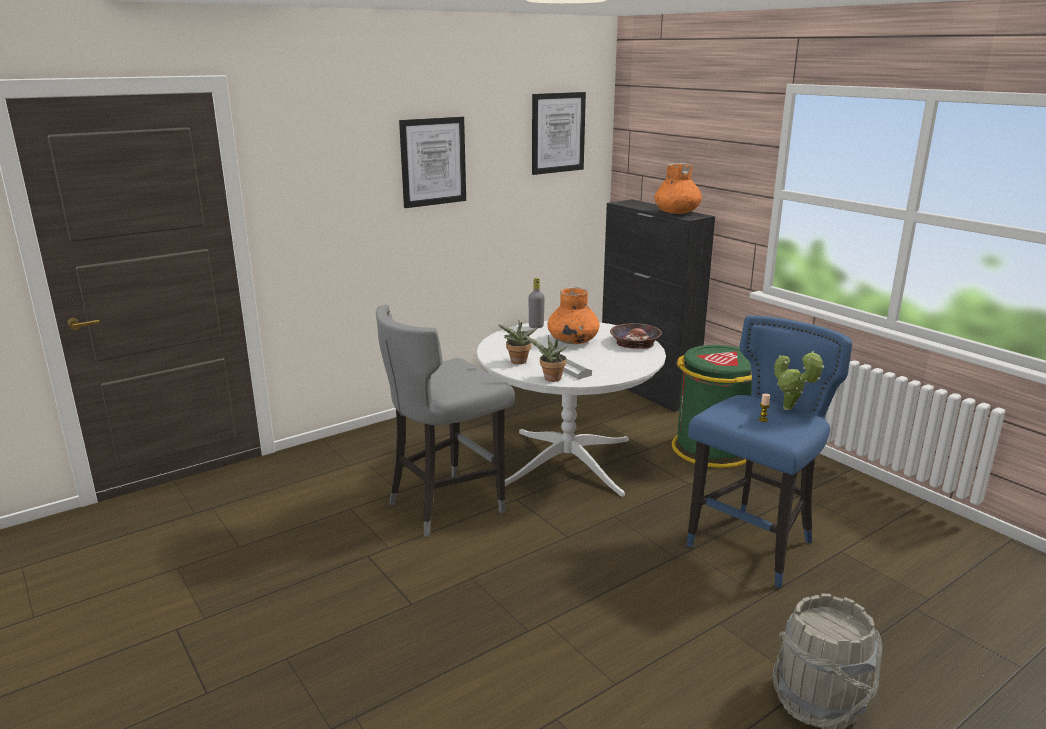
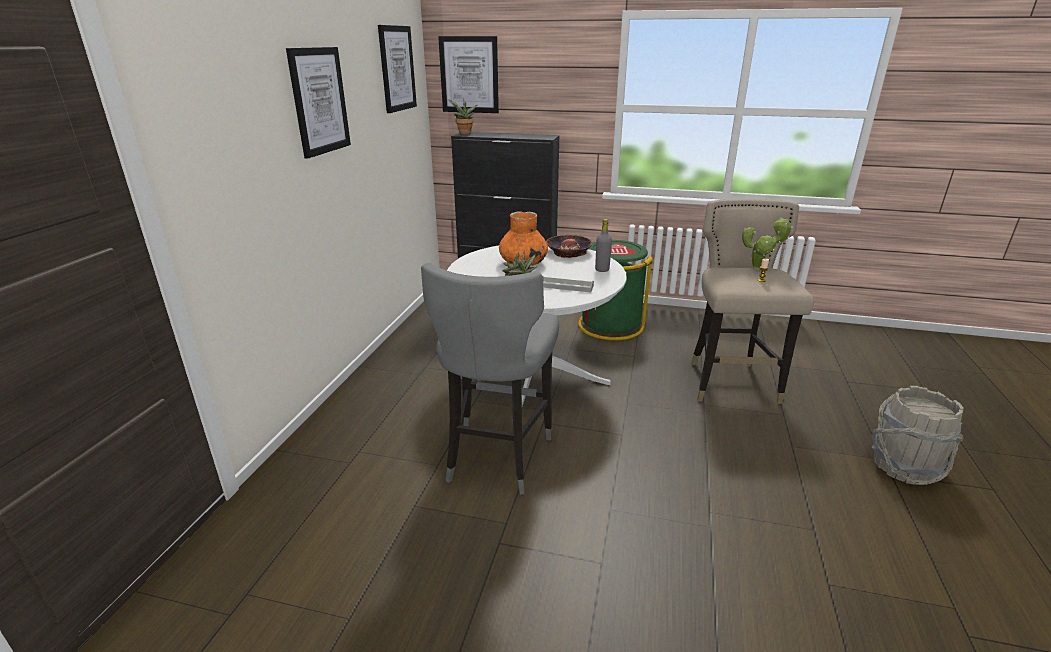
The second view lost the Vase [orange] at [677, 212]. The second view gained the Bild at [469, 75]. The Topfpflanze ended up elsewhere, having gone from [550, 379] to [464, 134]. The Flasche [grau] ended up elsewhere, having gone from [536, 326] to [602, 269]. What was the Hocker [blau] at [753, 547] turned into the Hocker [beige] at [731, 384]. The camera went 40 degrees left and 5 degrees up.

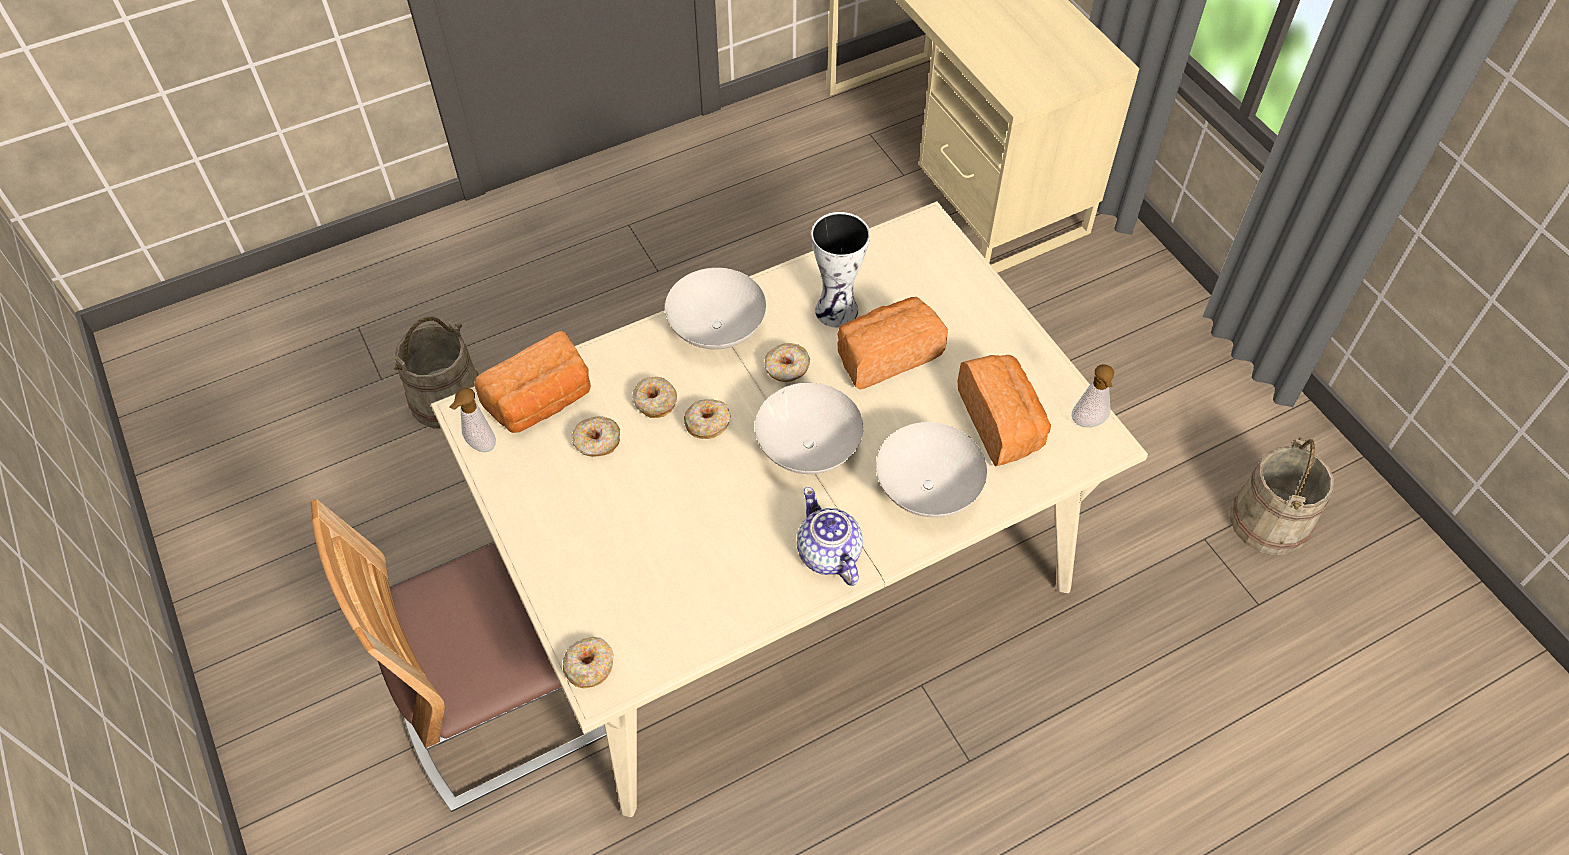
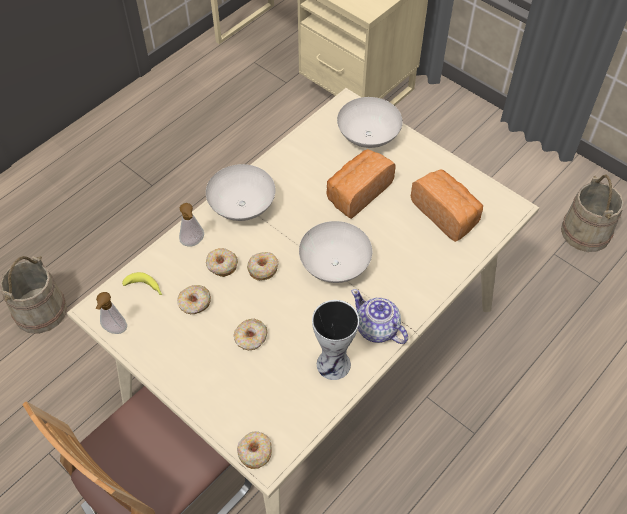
The Donut ended up elsewhere, having gone from [787, 368] to [251, 338]. The Vase ended up elsewhere, having gone from [838, 311] to [335, 364]. The Schüssel [weiß] ended up elsewhere, having gone from [926, 490] to [367, 137]. The Seifenspender ended up elsewhere, having gone from [1088, 424] to [193, 243]. Where the Brot stood at [542, 402], the Banane came to stand at [145, 288]. The camera went 20 degrees left and 0 degrees up.

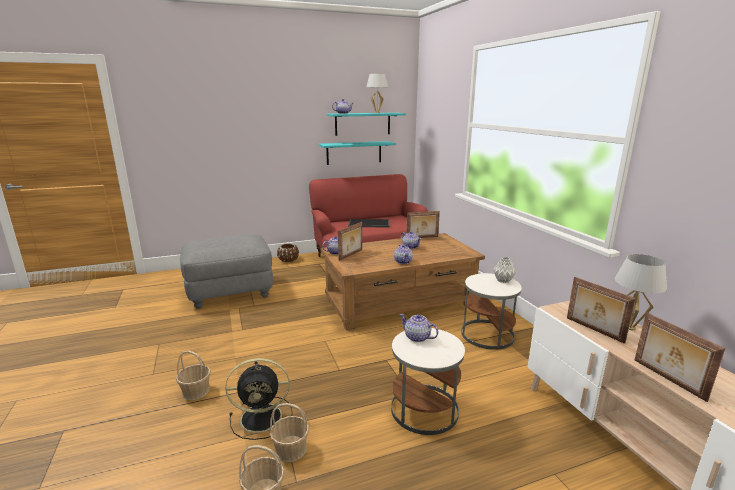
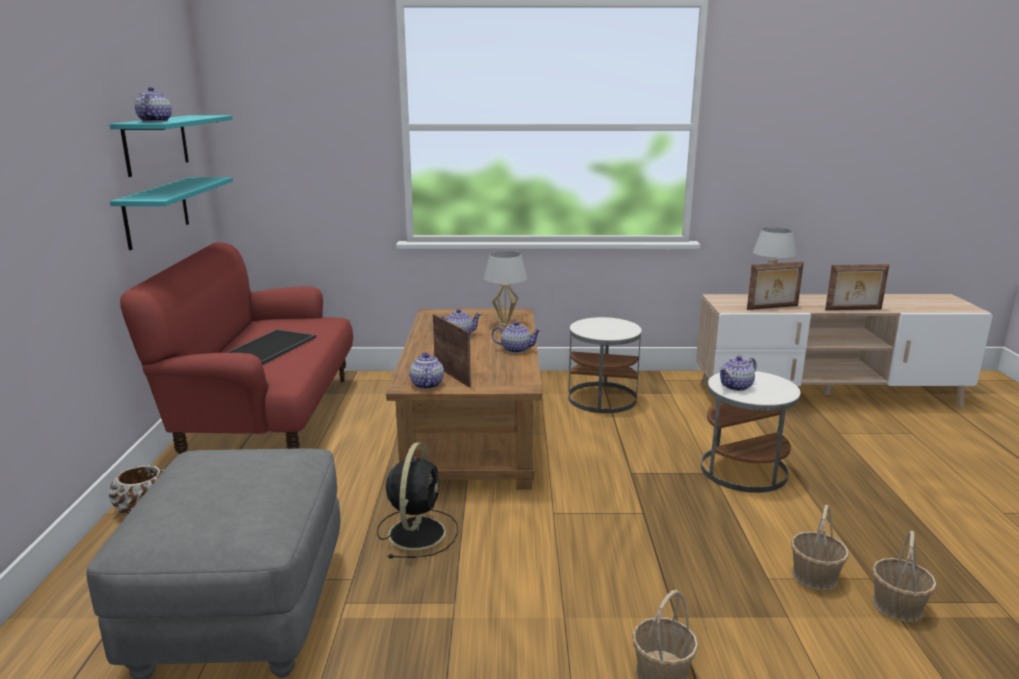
The second view lost the Bilderrahmen at [422, 238]. The second view lost the Vase [grau] at [503, 280]. The Ventilator [schwarz] ended up elsewhere, having gone from [263, 417] to [417, 532]. The Tischlampe [weiß] ended up elsewhere, having gone from [377, 113] to [505, 324]. The camera went 70 degrees left and 0 degrees up.

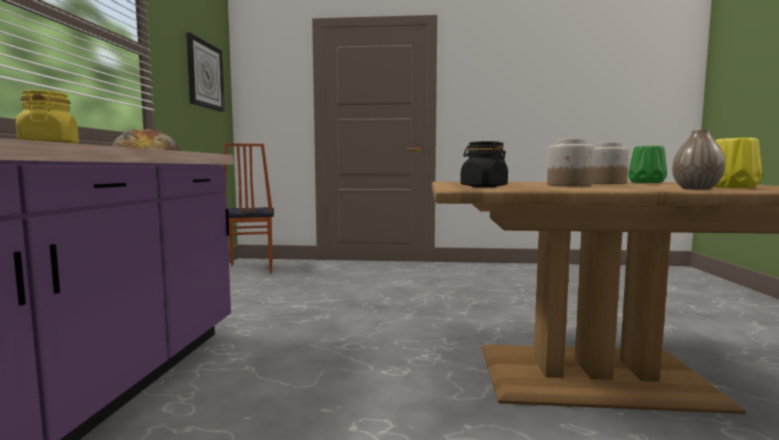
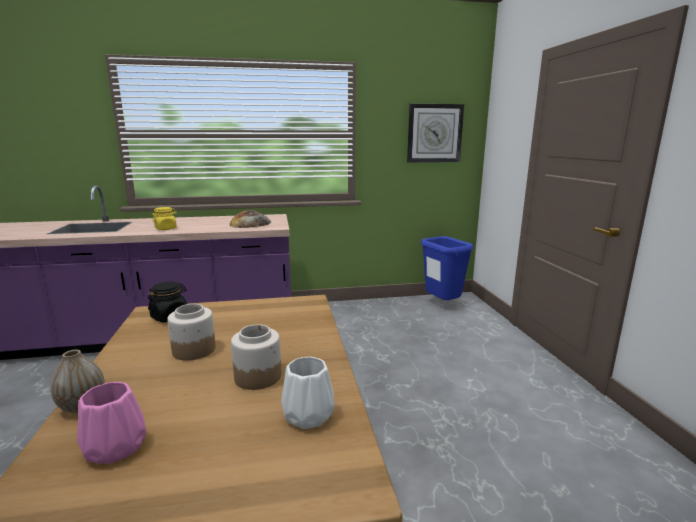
Where the Stuhl stood at [249, 269], the Mülleimer [blau] came to stand at [442, 304]. What was the Vase [grün] at [645, 182] turned into the Vase [weiß] at [309, 415]. What was the Vase [gelb] at [730, 187] turned into the Vase [rosa] at [117, 447]. The camera went 75 degrees right and 10 degrees up.

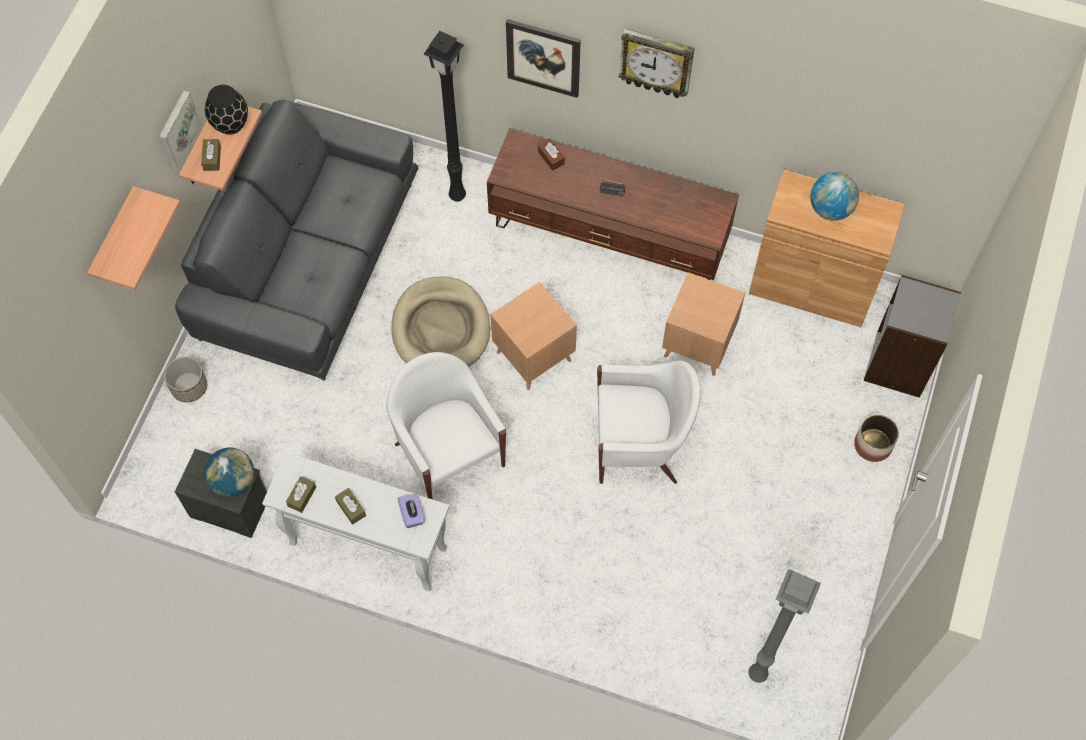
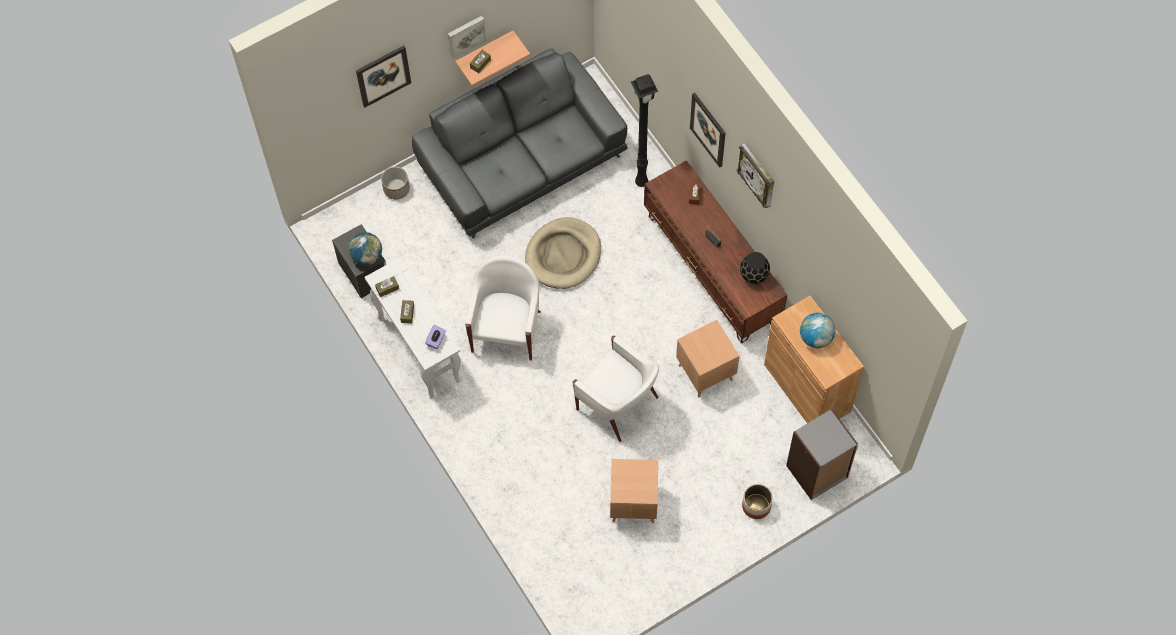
The second view lost the Stehlampe [grau] at [758, 675]. The Vase [schwarz] ended up elsewhere, having gone from [230, 124] to [753, 276]. The Beistelltisch [braun] ended up elsewhere, having gone from [533, 356] to [633, 503]. Where the Wandregal hung at [115, 239], the Bild came to hang at [383, 75]. The camera went 40 degrees right and 0 degrees up.

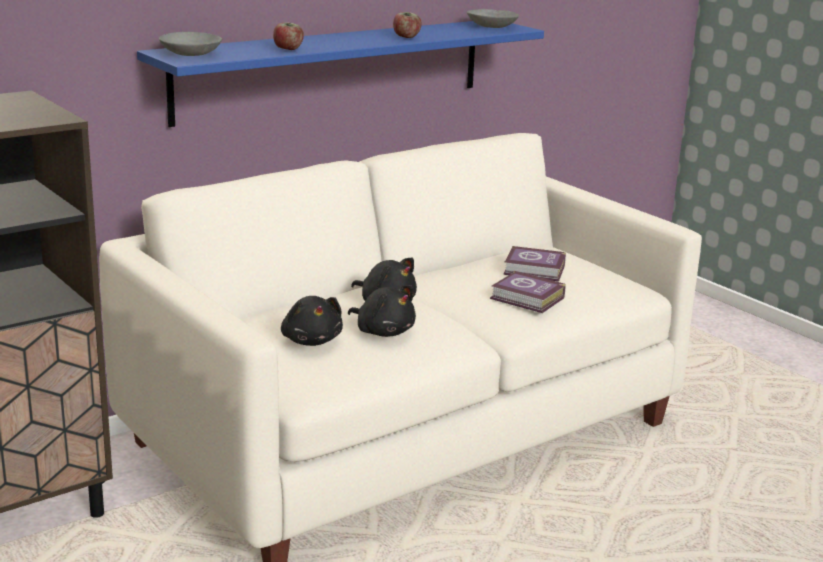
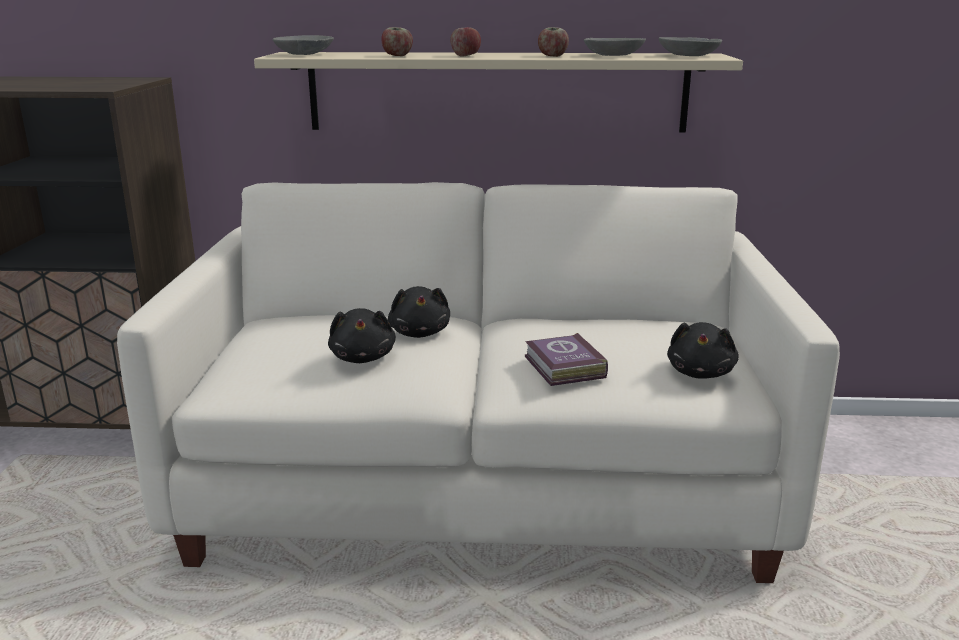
The second view lost the Buch at [535, 270]. The second view gained the Apfel at [466, 56]. The second view gained the Schüssel [grau] at [612, 55]. The Plüschtier [schwarz] ended up elsewhere, having gone from [311, 340] to [700, 373]. What was the Wandregal [blau] at [333, 69] turned into the Wandregal [beige] at [497, 92]. The camera went 40 degrees right and 0 degrees up.

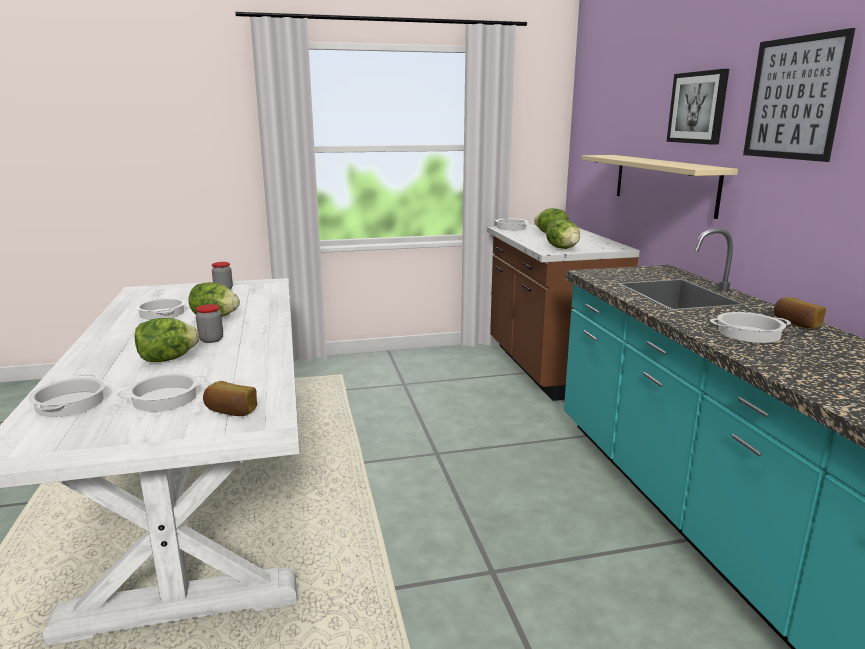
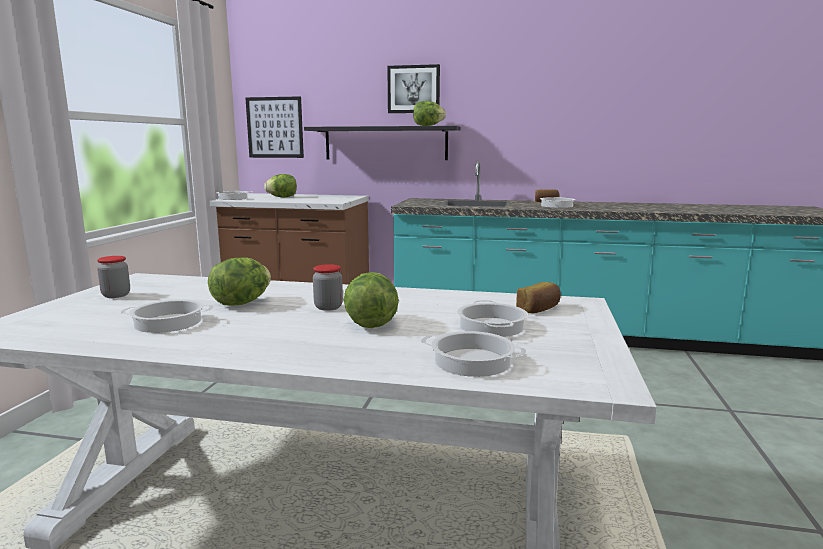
The Salatkopf ended up elsewhere, having gone from [562, 248] to [428, 126]. The Bild ended up elsewhere, having gone from [794, 98] to [275, 127]. What was the Wandregal [beige] at [664, 183] turned into the Wandregal [schwarz] at [385, 143]. The camera went 65 degrees left and 5 degrees down.

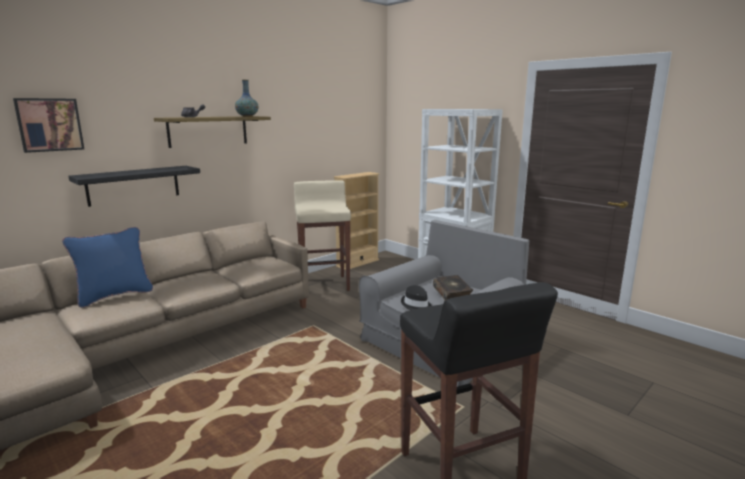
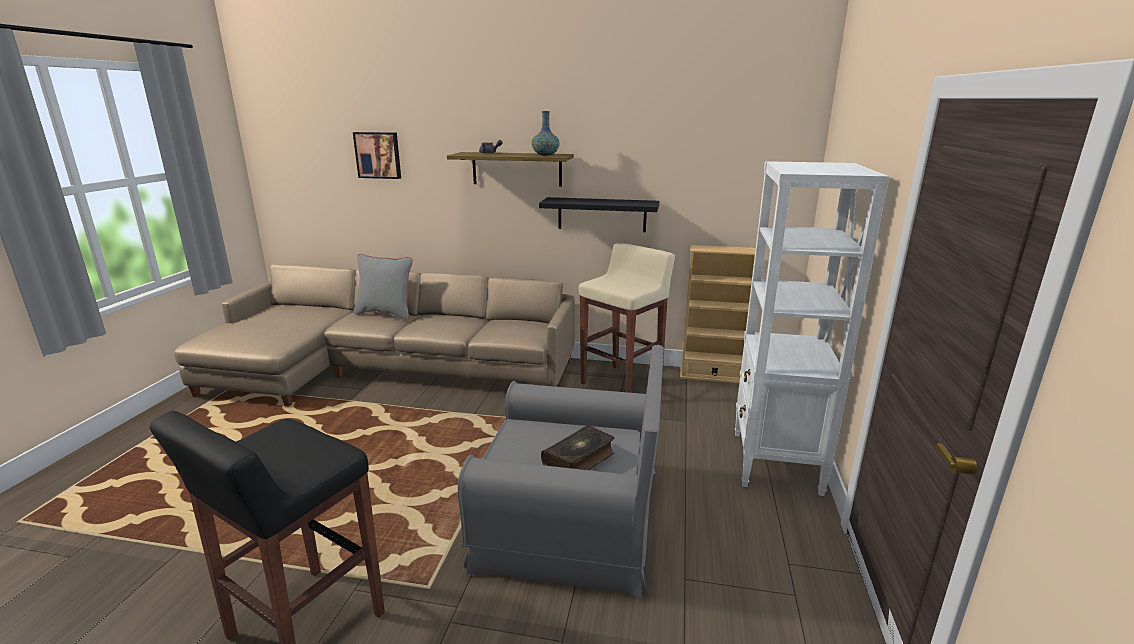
The second view lost the Hut [schwarz] at [416, 305]. The Wandregal [schwarz] ended up elsewhere, having gone from [134, 185] to [601, 214]. What was the Kissen [blau] at [114, 296] turned into the Kissen [grau] at [385, 313]. The camera went 55 degrees right and 5 degrees up.

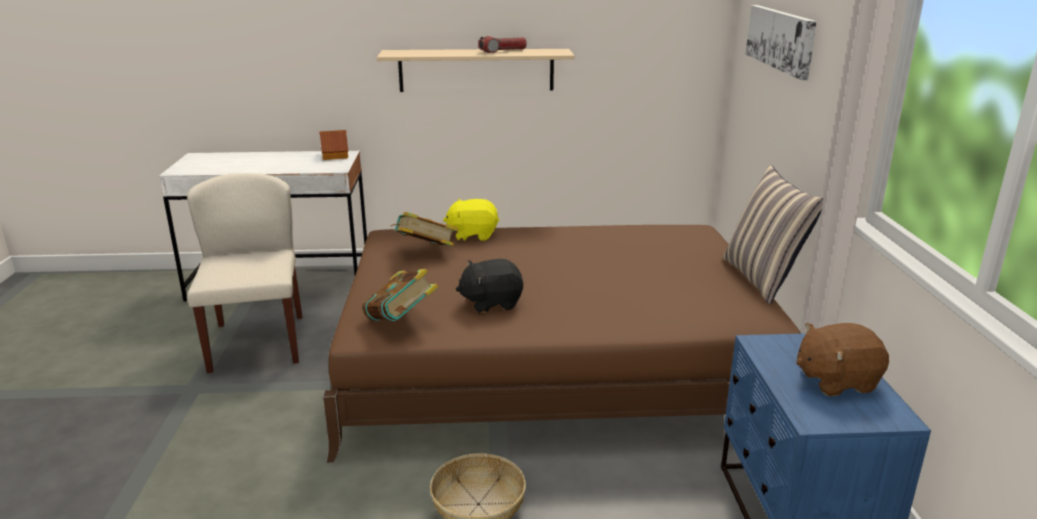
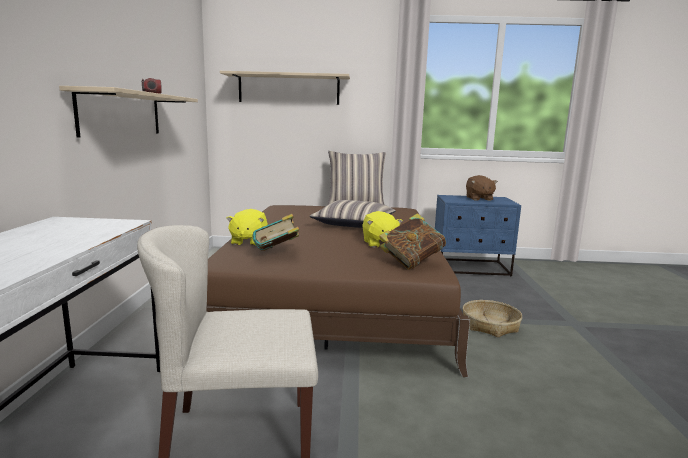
The second view lost the Spielzeughaus at [334, 155]. The second view gained the Kissen at [354, 224]. Where the Bild hung at [781, 39], the Wandregal [beige] came to hang at [289, 89]. What was the Plüschtier [schwarz] at [491, 303] turned into the Plüschtier [gelb] at [379, 243]. The camera went 85 degrees left and 10 degrees down.

